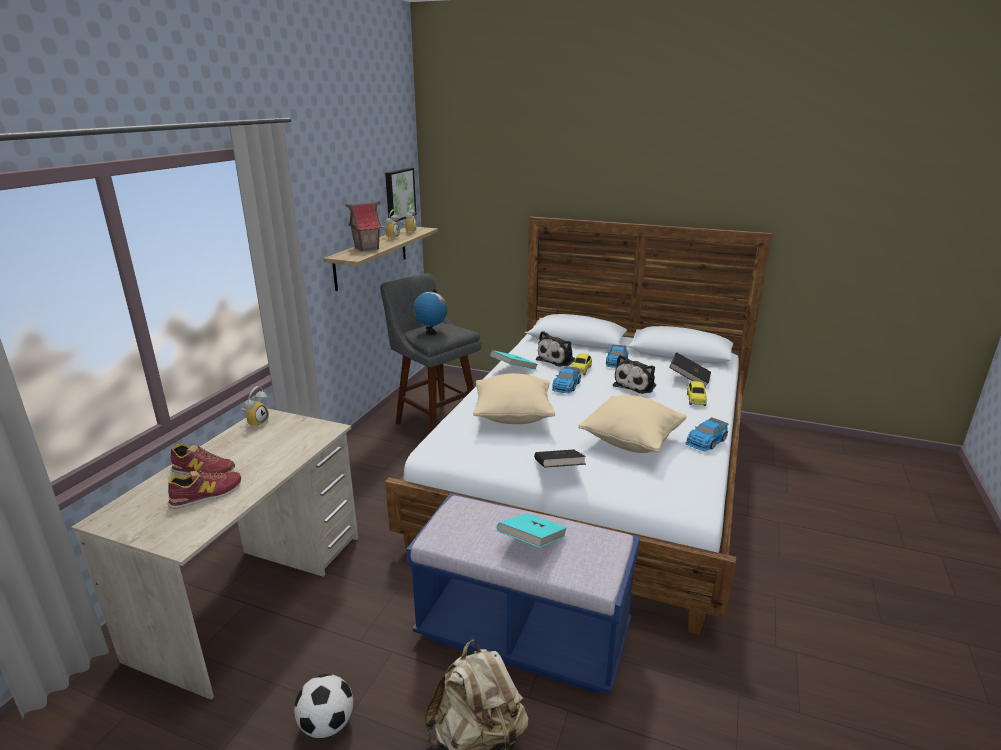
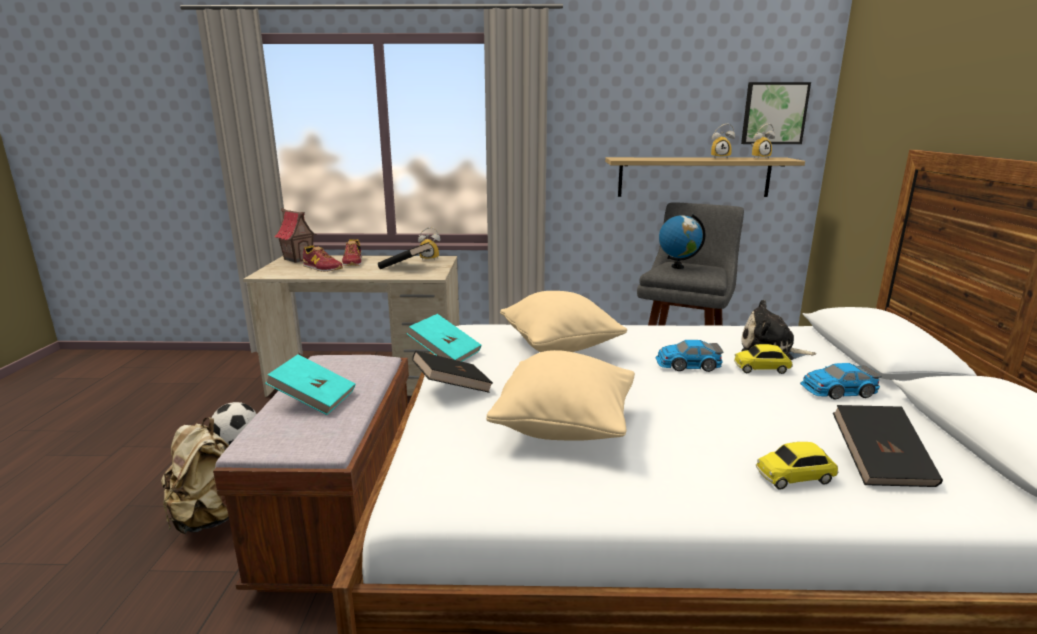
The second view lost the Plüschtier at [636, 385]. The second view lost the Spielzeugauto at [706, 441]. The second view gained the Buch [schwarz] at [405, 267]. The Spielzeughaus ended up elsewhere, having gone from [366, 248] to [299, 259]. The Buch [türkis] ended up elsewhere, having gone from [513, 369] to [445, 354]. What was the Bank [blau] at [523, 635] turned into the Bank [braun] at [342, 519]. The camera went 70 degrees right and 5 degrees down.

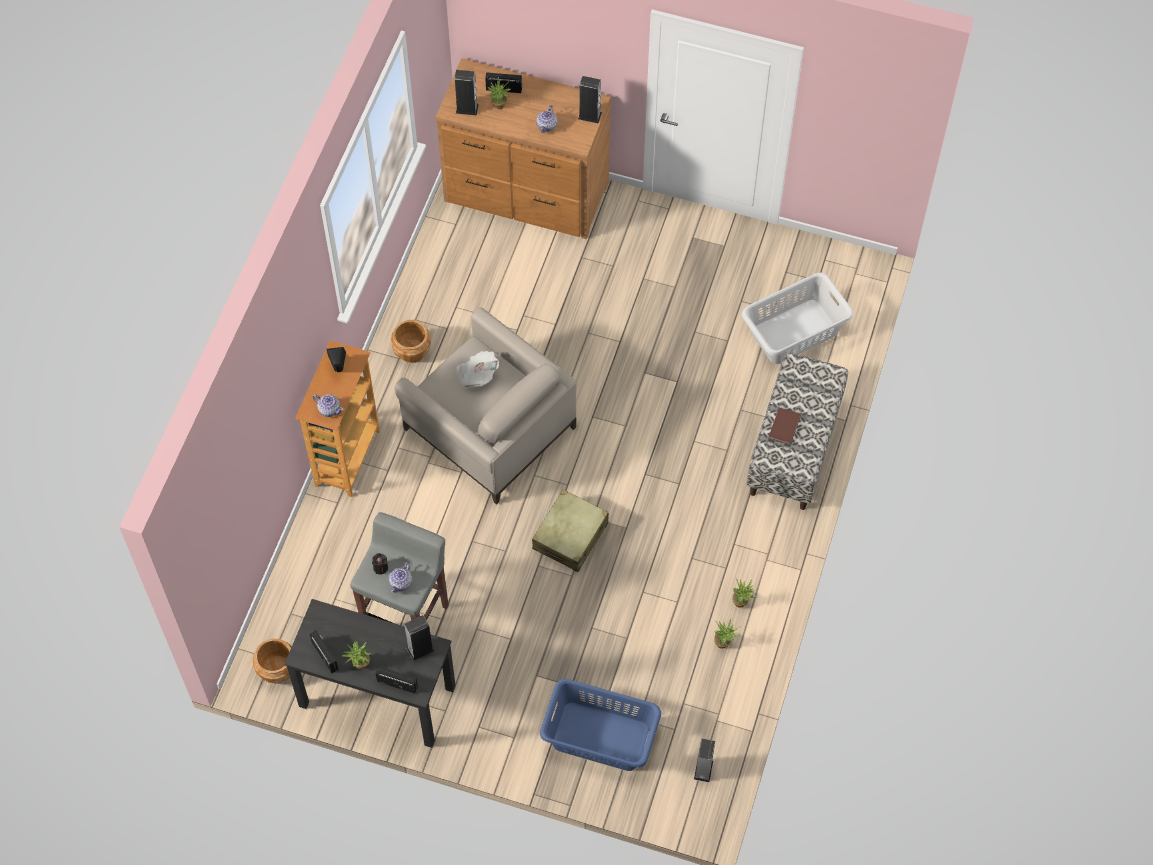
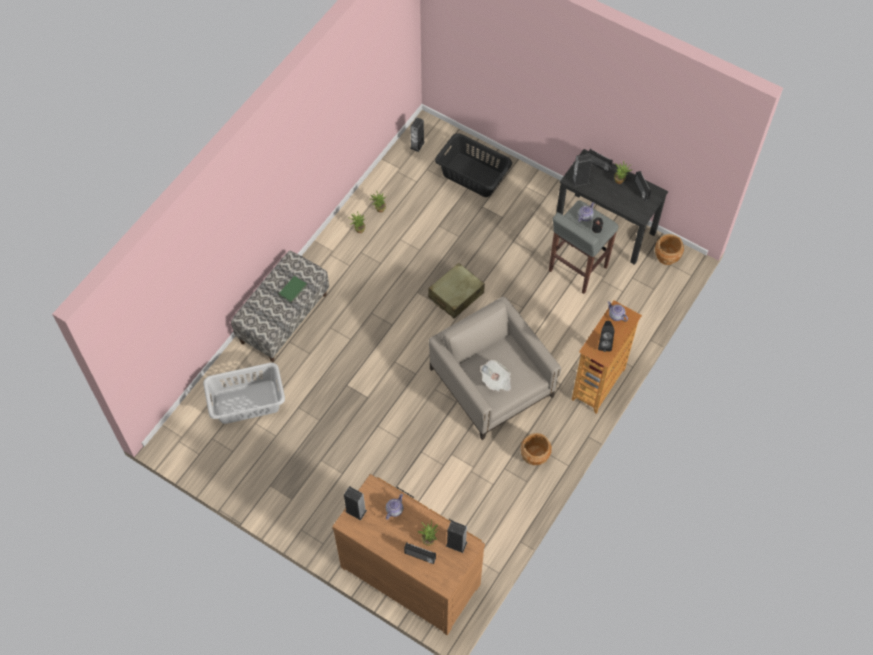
What was the Wäschekorb [blau] at [600, 737] turned into the Wäschekorb [schwarz] at [473, 175]. What was the Buch [braun] at [783, 427] turned into the Buch [grün] at [293, 290]. The camera went 165 degrees left and 0 degrees up.

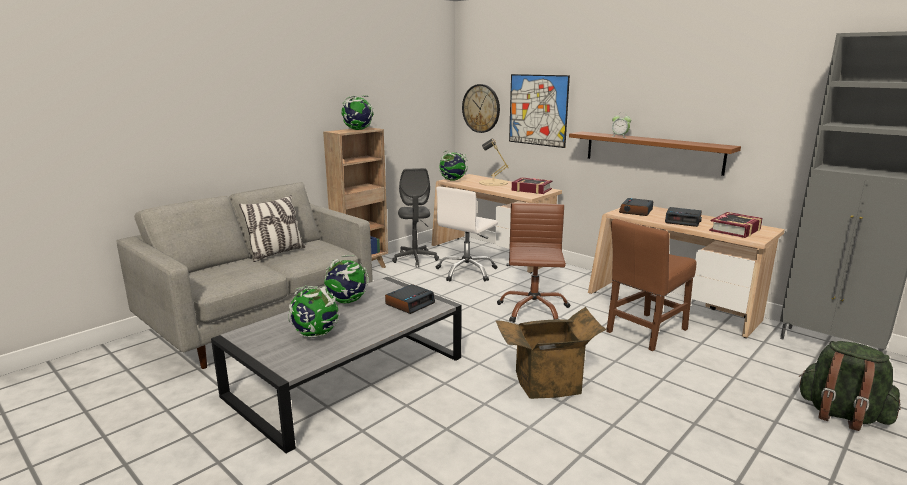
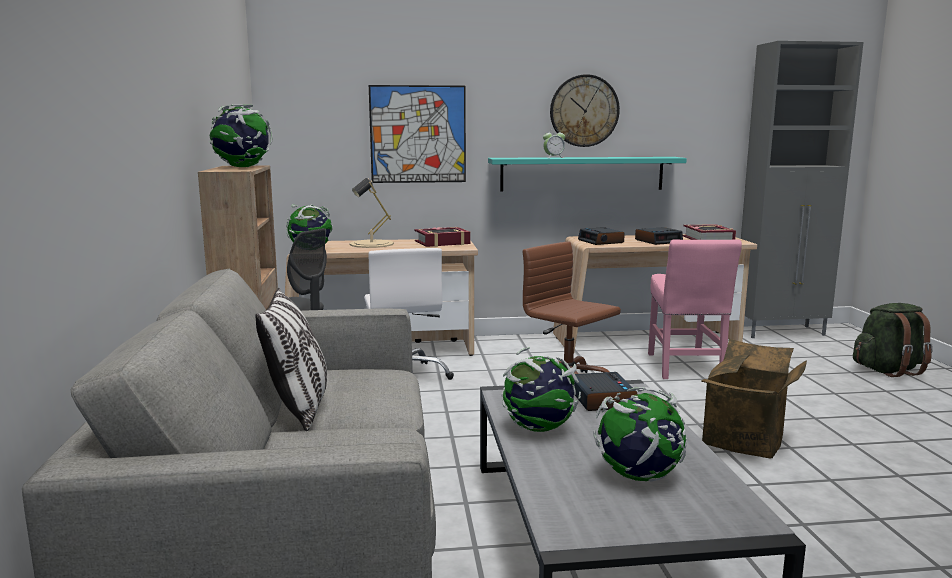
The Wanduhr ended up elsewhere, having gone from [481, 108] to [584, 111]. What was the Wandregal [braun] at [652, 152] turned into the Wandregal [türkis] at [582, 174]. What was the Stuhl [braun] at [645, 332] turned into the Stuhl [rosa] at [685, 368]. The camera went 50 degrees left and 5 degrees down.

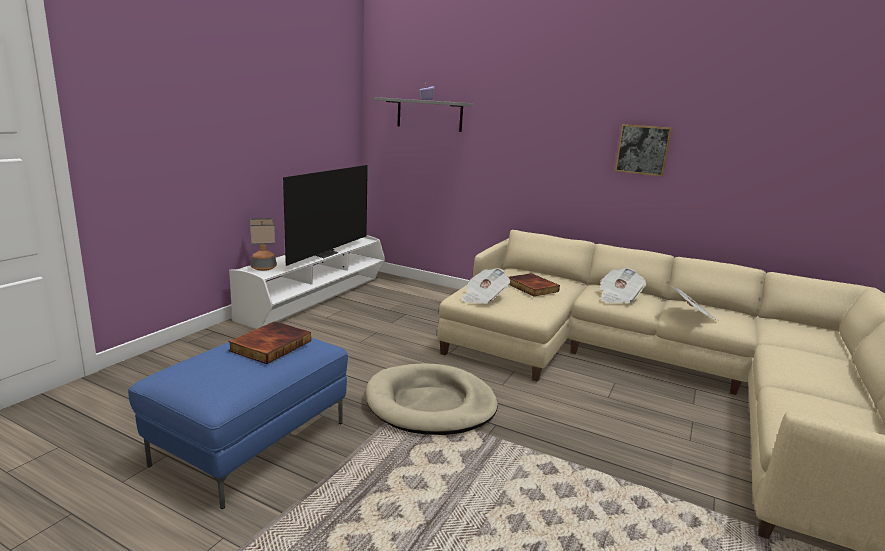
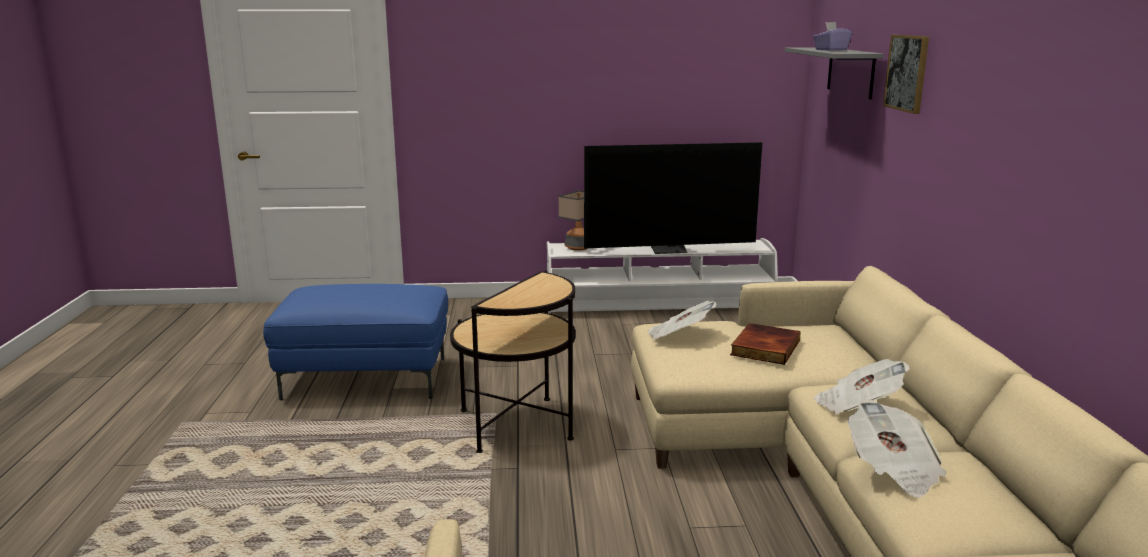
The second view lost the Buch at [270, 345]. The Bild ended up elsewhere, having gone from [642, 150] to [907, 73]. Where the Hundebett [beige] stood at [430, 404], the Beistelltisch came to stand at [515, 424]. The camera went 60 degrees right and 0 degrees up.

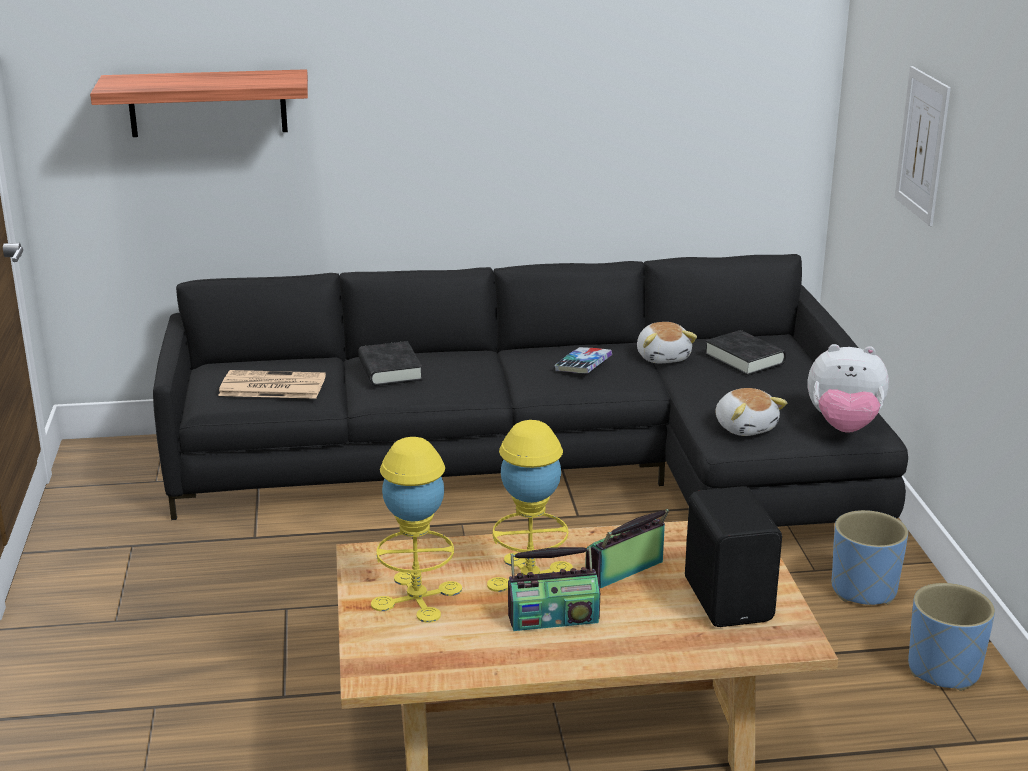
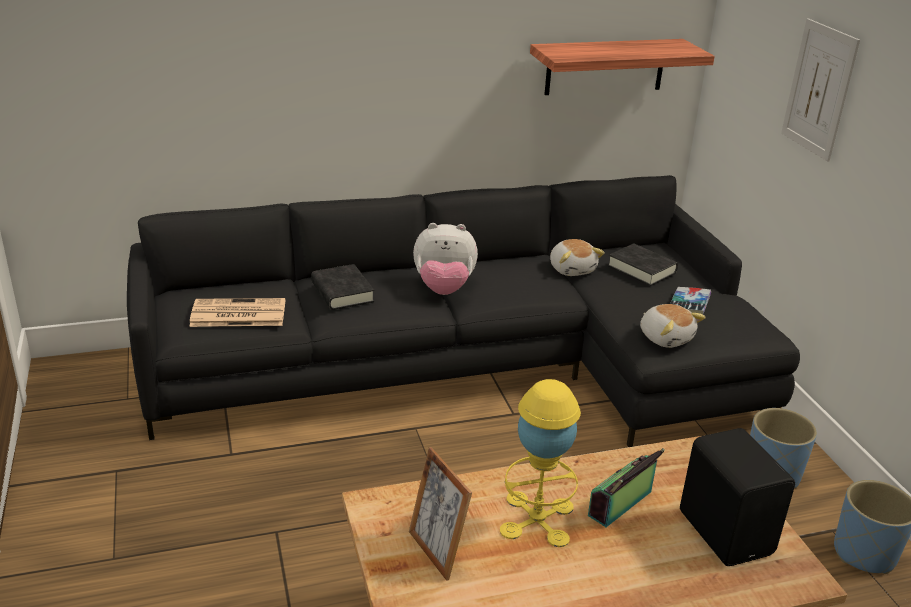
The second view lost the Radio at [553, 618]. The Wandregal ended up elsewhere, having gone from [207, 103] to [605, 66]. The Buch ended up elsewhere, having gone from [583, 365] to [689, 305]. The Plüschtier ended up elsewhere, having gone from [844, 427] to [444, 289]. Where the Tischlampe [gelb] stood at [416, 596], the Bilderrahmen came to stand at [437, 551]. The camera went 10 degrees left and 5 degrees up.

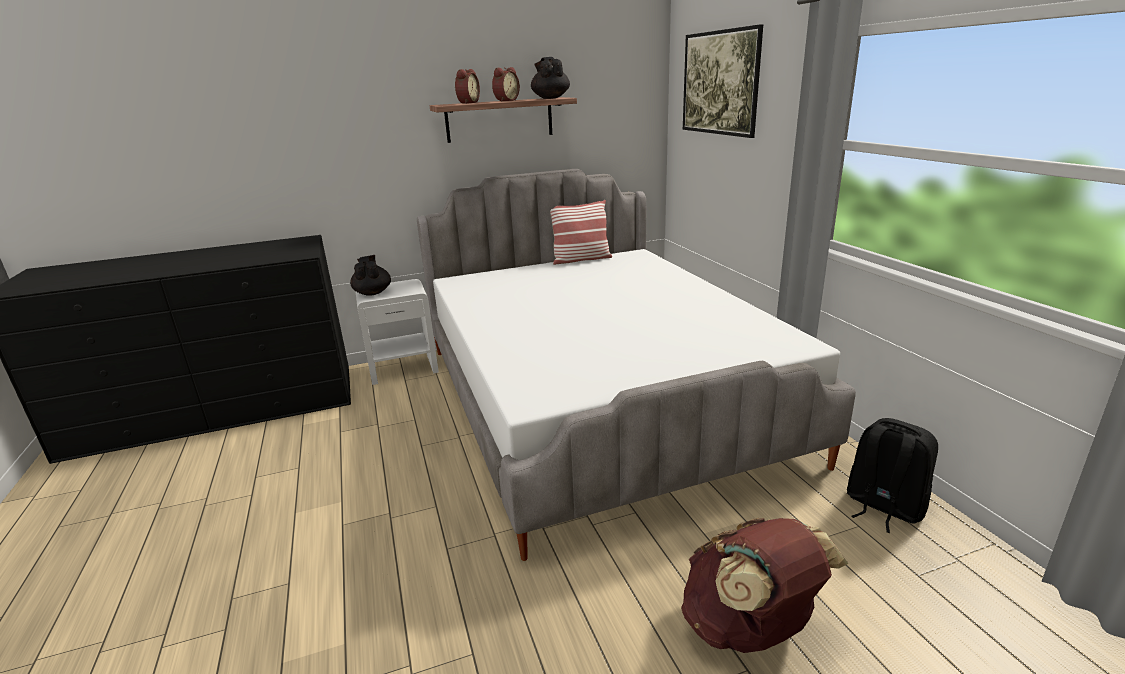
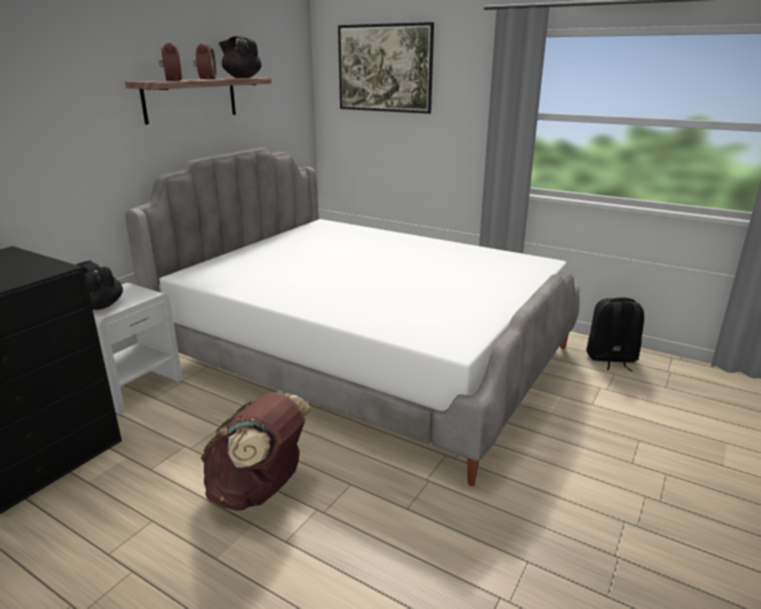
The second view lost the Kissen at [581, 259]. The Rucksack [braun] ended up elsewhere, having gone from [749, 628] to [259, 490]. The camera went 40 degrees left and 0 degrees up.

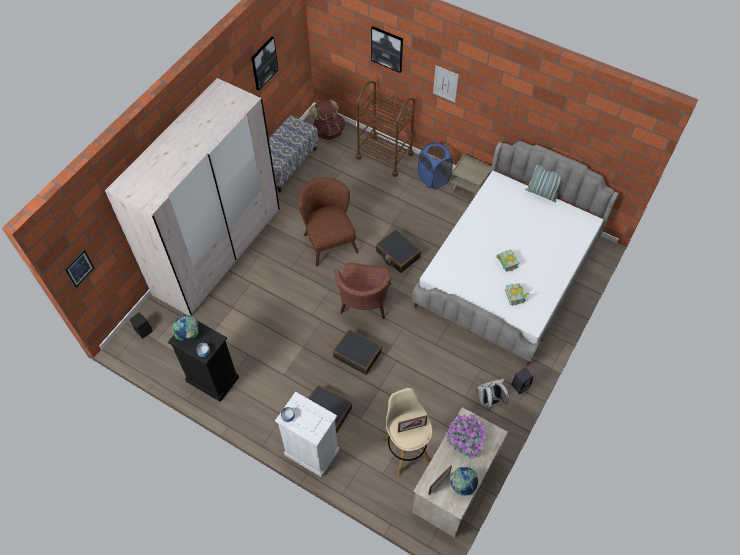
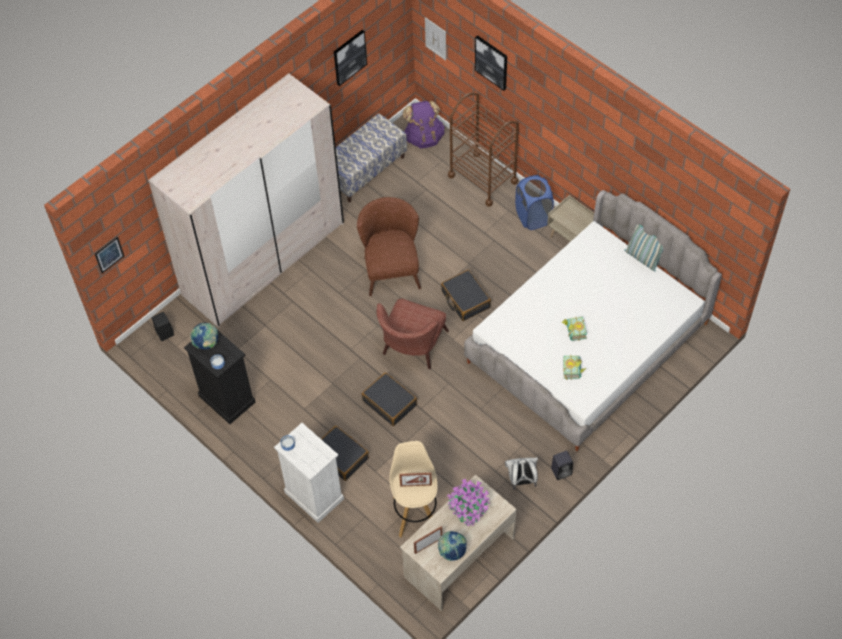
The Bild ended up elsewhere, having gone from [445, 83] to [435, 38]. What was the Rucksack [braun] at [328, 131] turned into the Rucksack [lila] at [424, 137]. The camera went 15 degrees right and 0 degrees up.

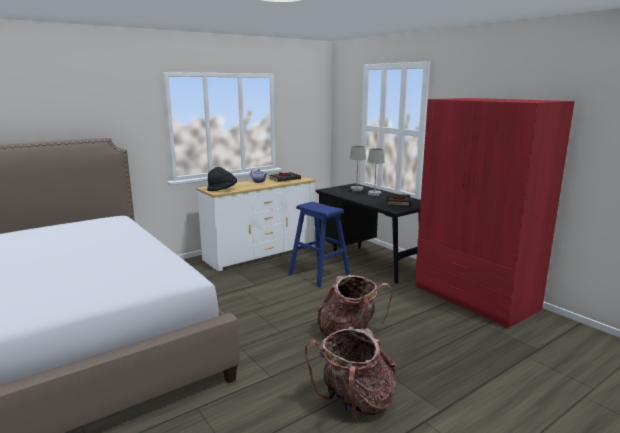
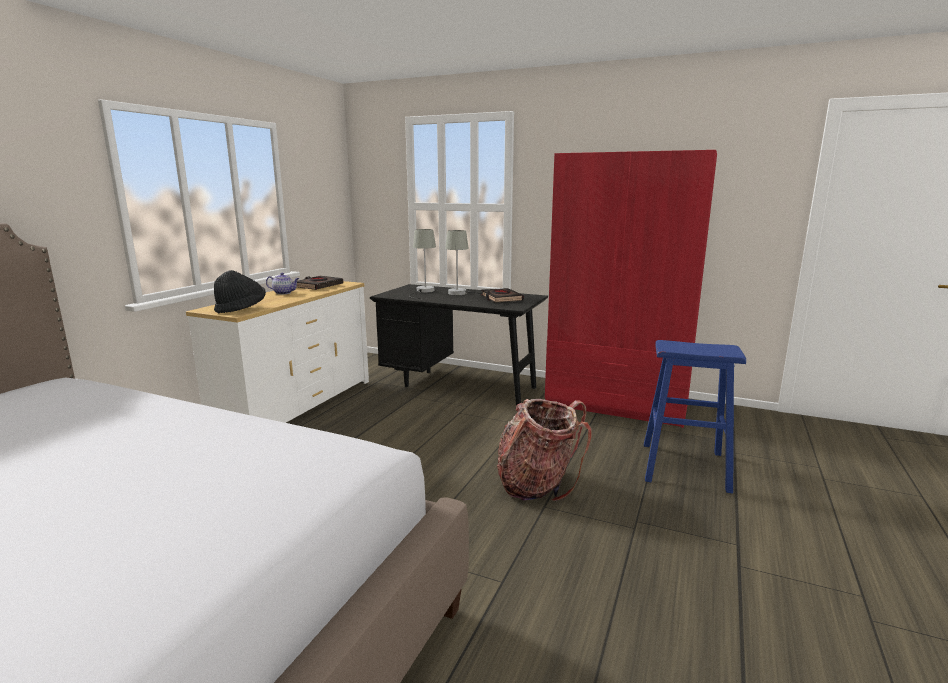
The second view lost the Rucksack at [354, 404]. The Hocker [blau] ended up elsewhere, having gone from [319, 274] to [684, 466]. The camera went 30 degrees left and 0 degrees up.

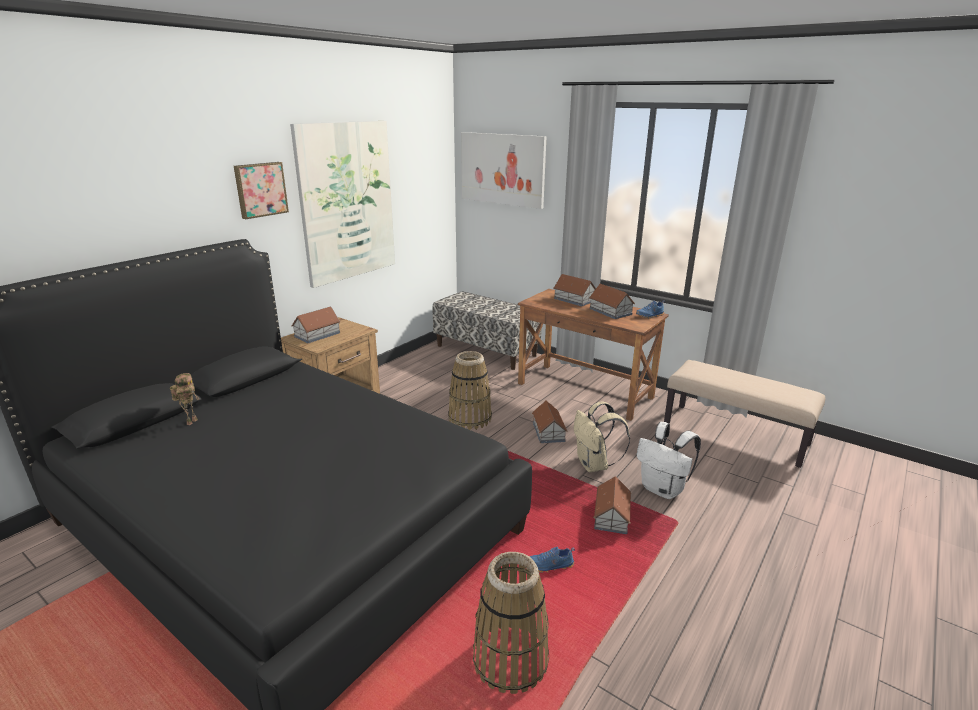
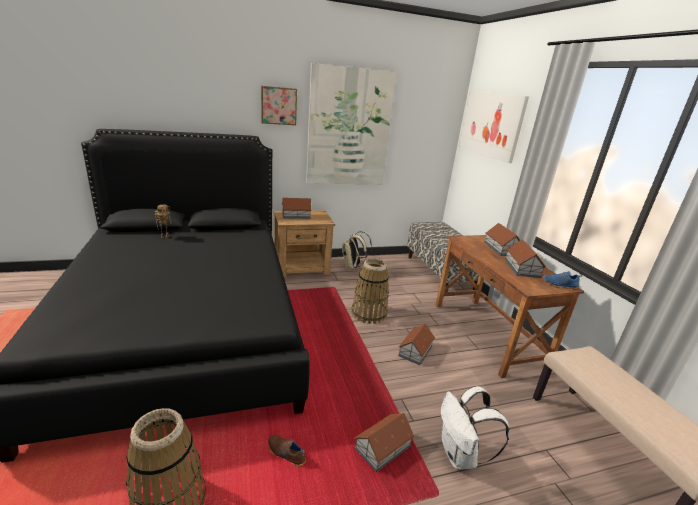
The Rucksack [beige] ended up elsewhere, having gone from [594, 465] to [352, 267]. What was the Schuh [blau] at [550, 566] turned into the Schuh [braun] at [285, 454]. The camera went 35 degrees right and 0 degrees up.

